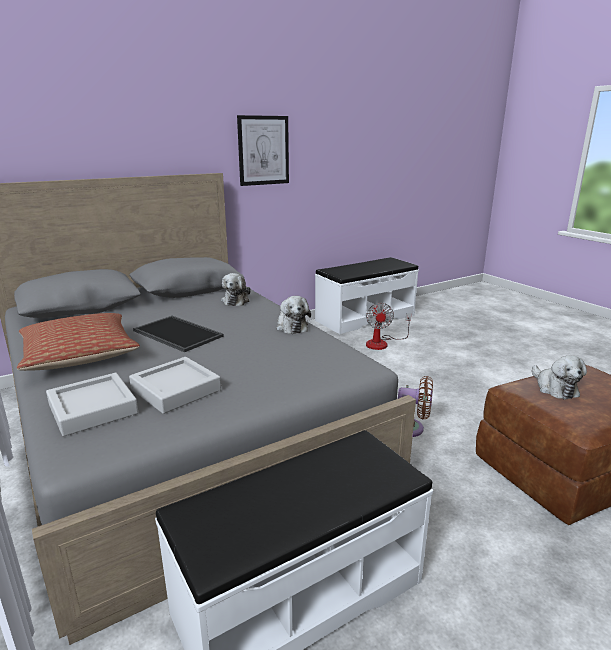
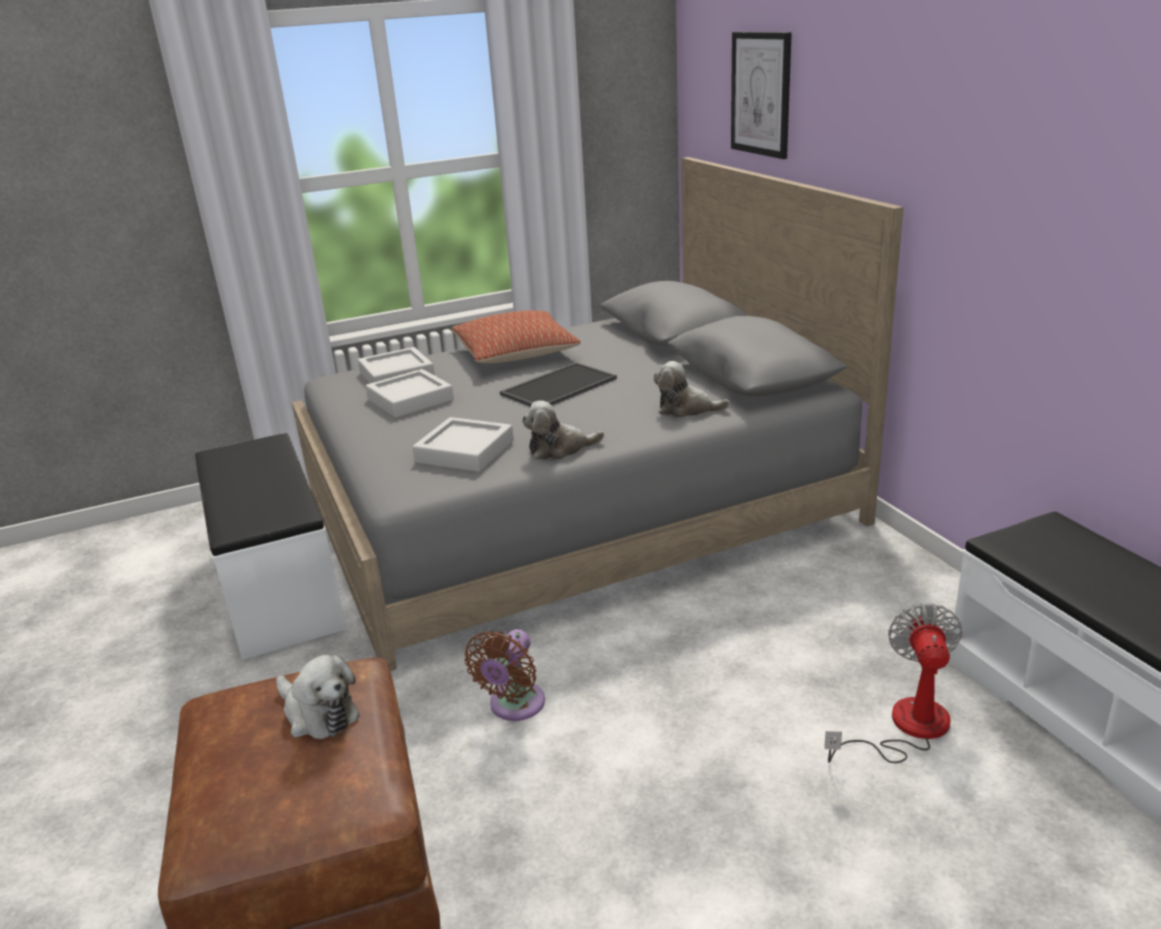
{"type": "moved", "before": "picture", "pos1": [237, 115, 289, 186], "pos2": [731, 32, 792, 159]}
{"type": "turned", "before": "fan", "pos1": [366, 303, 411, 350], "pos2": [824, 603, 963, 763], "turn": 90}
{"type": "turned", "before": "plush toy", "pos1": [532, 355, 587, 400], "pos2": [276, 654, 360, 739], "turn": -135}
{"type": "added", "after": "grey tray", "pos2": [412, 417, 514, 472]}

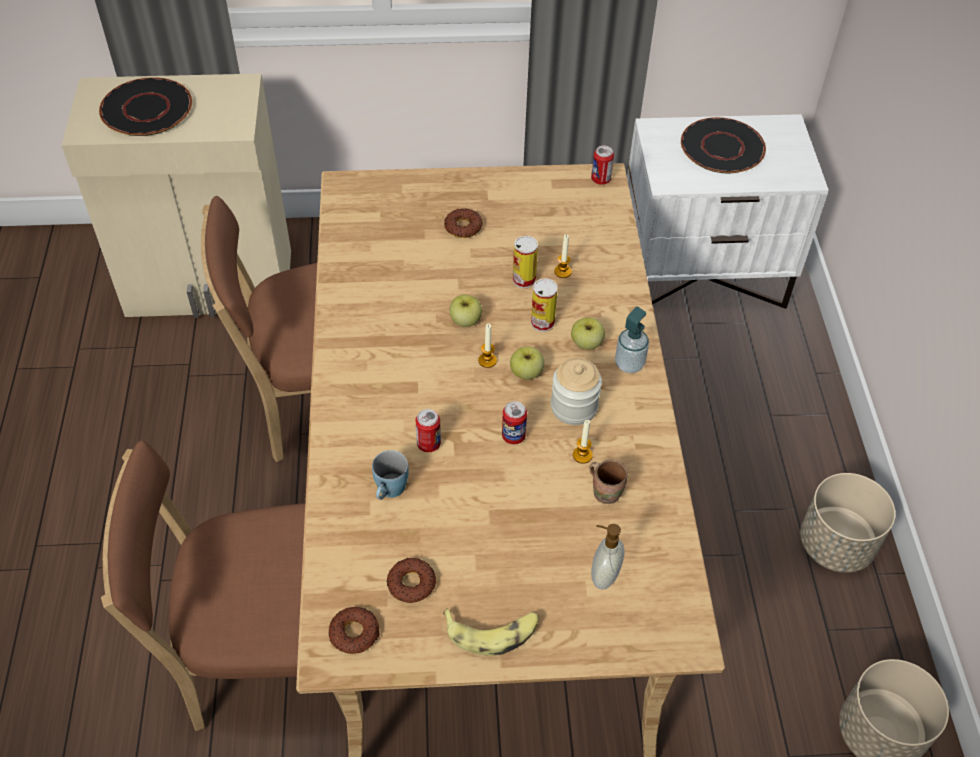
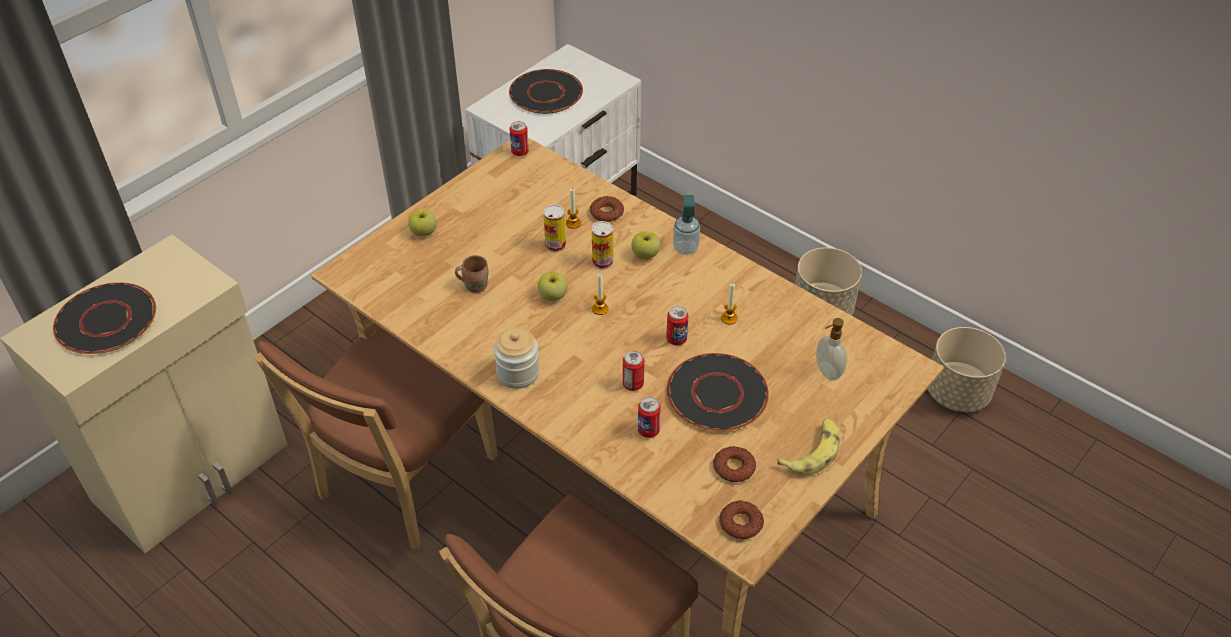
{"type": "replaced", "before": "blue mug", "after": "can", "pos1": [372, 450, 409, 500], "pos2": [638, 397, 661, 438]}
{"type": "moved", "before": "donut", "pos1": [444, 208, 482, 238], "pos2": [590, 196, 624, 222]}
{"type": "moved", "before": "apple", "pos1": [510, 346, 544, 380], "pos2": [409, 209, 437, 236]}
{"type": "moved", "before": "jar", "pos1": [551, 358, 602, 425], "pos2": [494, 327, 539, 389]}
{"type": "moved", "before": "brown mug", "pos1": [589, 460, 628, 504], "pos2": [455, 255, 488, 293]}
{"type": "added", "after": "black plate", "pos2": [667, 353, 769, 431]}

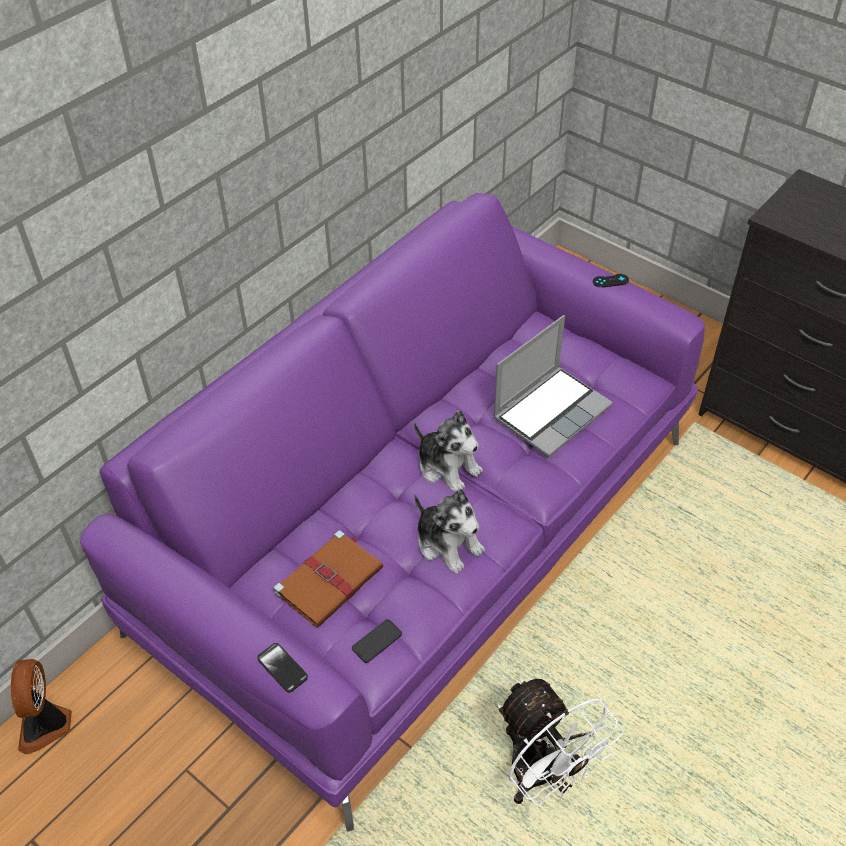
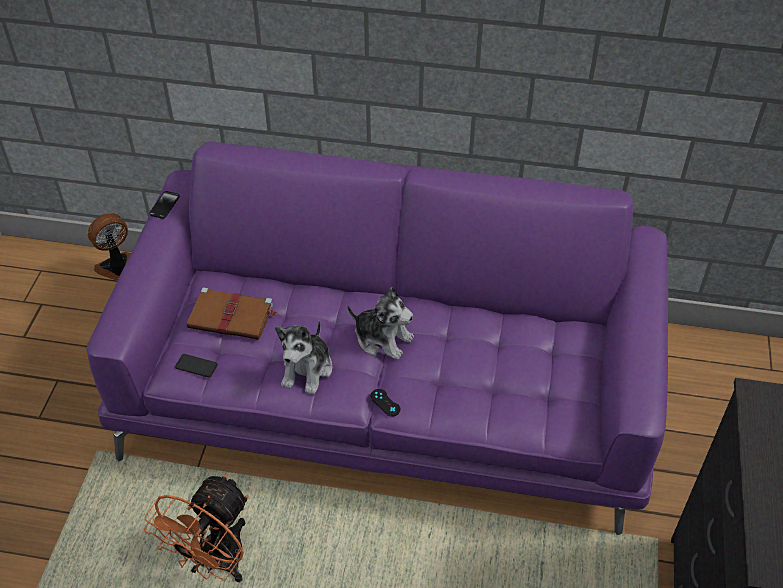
{"type": "moved", "before": "phone", "pos1": [257, 643, 308, 692], "pos2": [149, 191, 180, 219]}
{"type": "turned", "before": "plush toy", "pos1": [414, 410, 483, 492], "pos2": [347, 287, 414, 360], "turn": -75}
{"type": "removed", "before": "laptop", "pos1": [493, 315, 613, 457]}
{"type": "recoloured", "before": "white fan", "after": "orange fan", "pos1": [497, 678, 624, 806], "pos2": [144, 474, 249, 582]}
{"type": "moved", "before": "black game controller", "pos1": [593, 274, 629, 288], "pos2": [371, 389, 400, 417]}

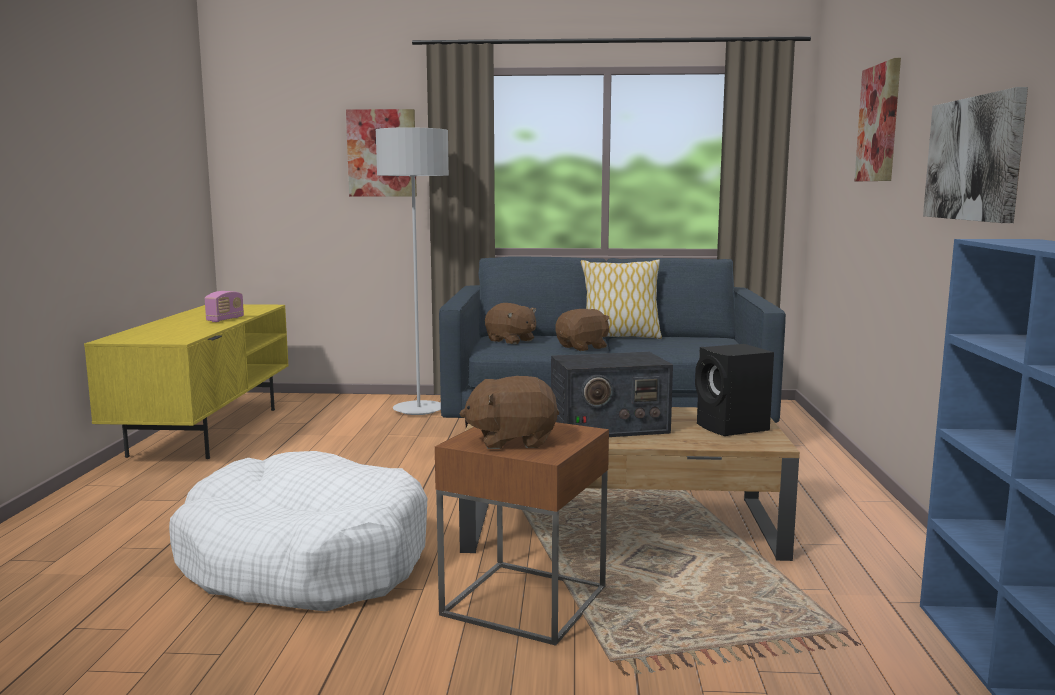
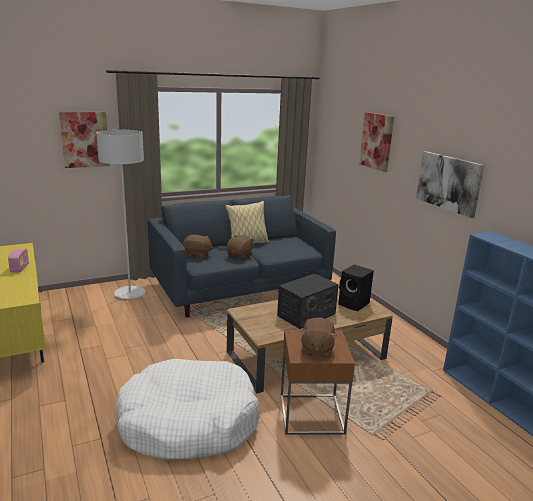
{"type": "turned", "before": "brown plush toy", "pos1": [460, 376, 559, 449], "pos2": [300, 317, 337, 358], "turn": -45}

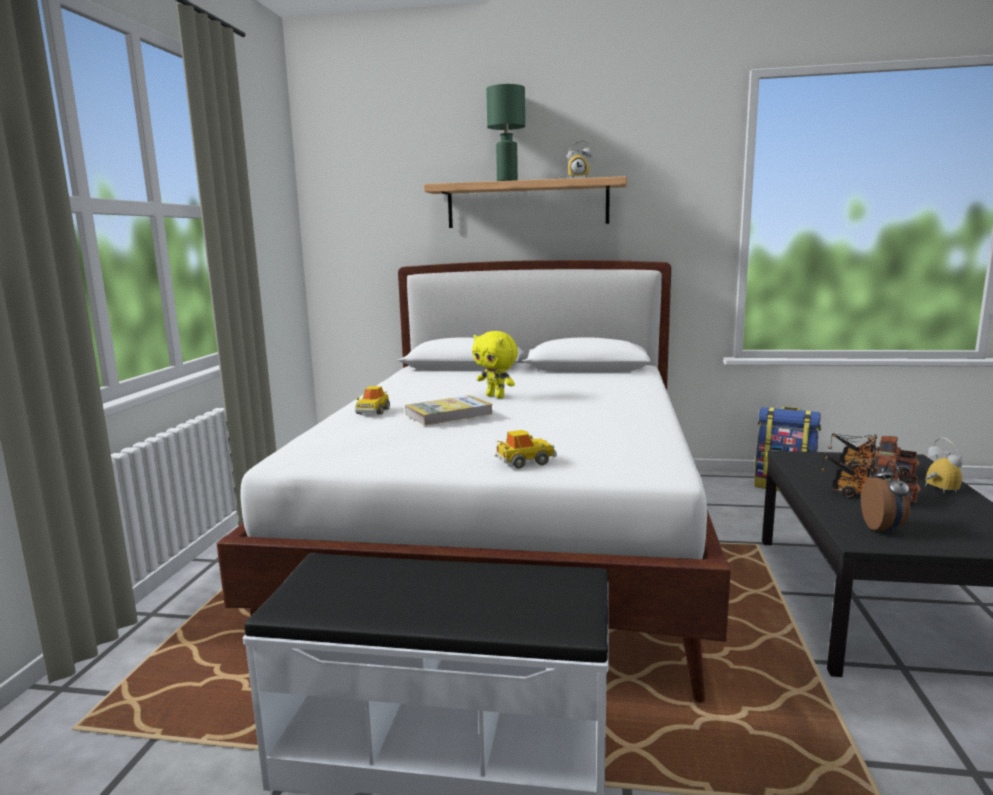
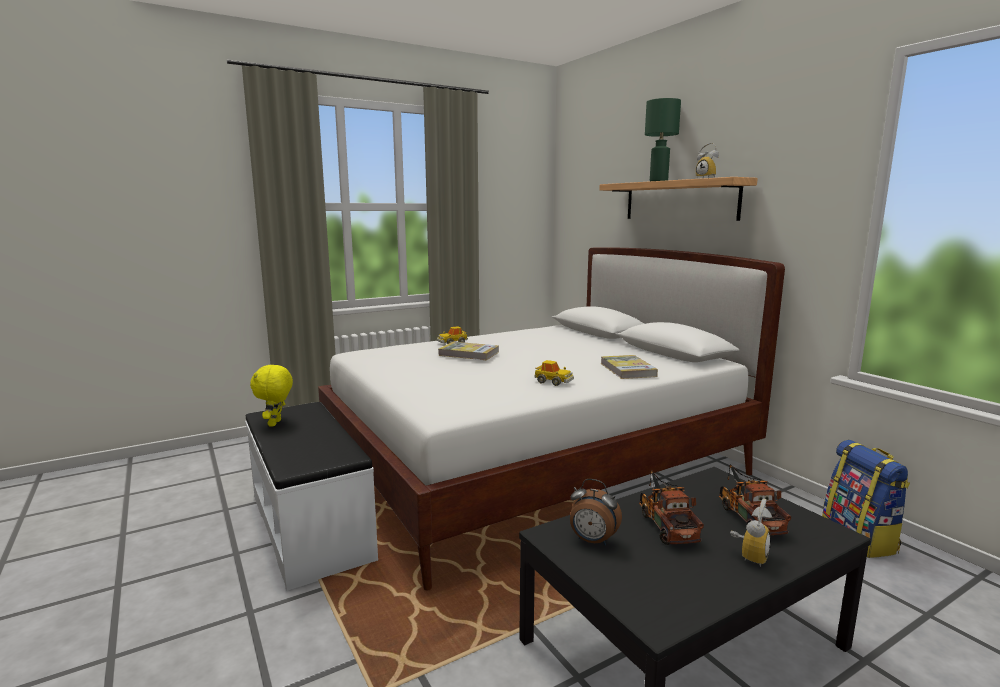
{"type": "moved", "before": "yellow plush toy", "pos1": [472, 331, 518, 398], "pos2": [250, 364, 293, 427]}
{"type": "moved", "before": "toy car", "pos1": [495, 430, 557, 469], "pos2": [534, 360, 574, 386]}
{"type": "turned", "before": "alarm clock", "pos1": [861, 461, 910, 534], "pos2": [570, 479, 622, 546], "turn": 60}
{"type": "added", "after": "book", "pos2": [601, 355, 658, 379]}

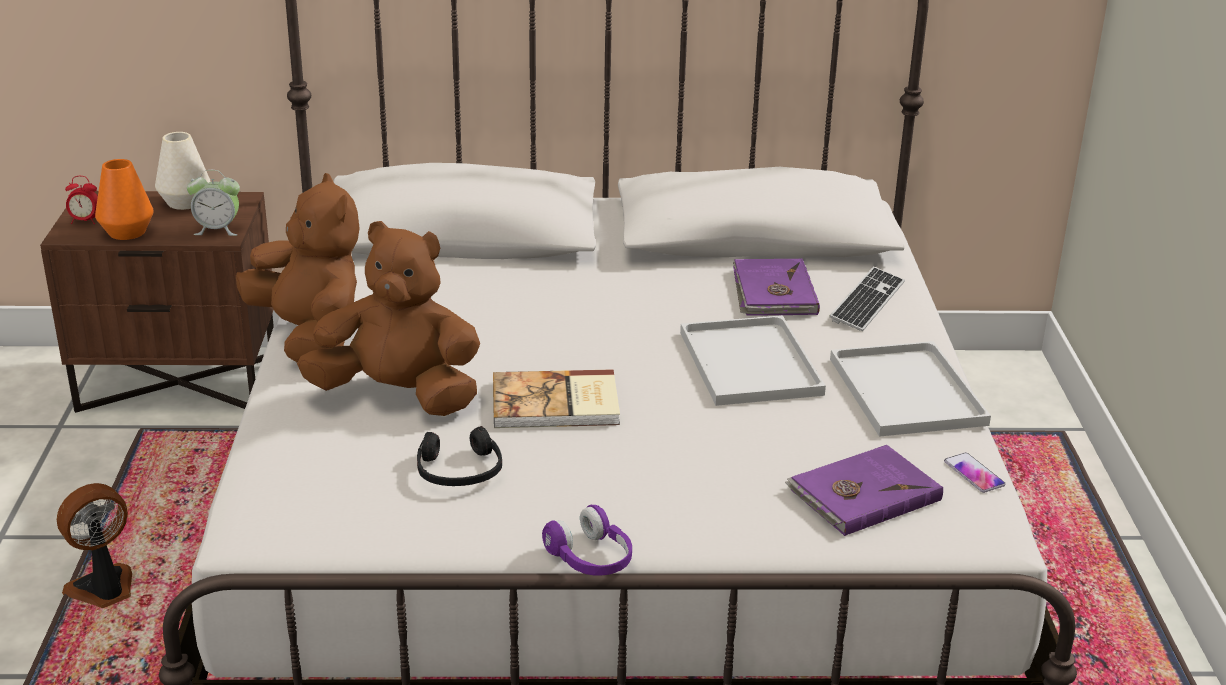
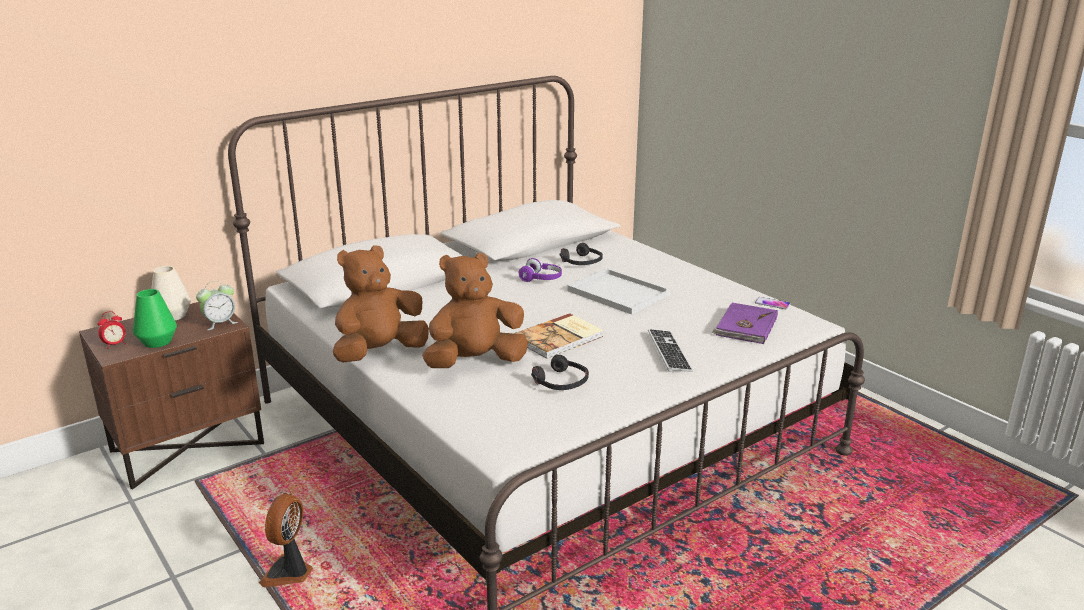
{"type": "recoloured", "before": "orange vase", "after": "green vase", "pos1": [95, 159, 154, 240], "pos2": [133, 289, 177, 348]}
{"type": "turned", "before": "brown plush toy", "pos1": [236, 173, 360, 363], "pos2": [333, 245, 429, 362], "turn": -60}
{"type": "moved", "before": "purple headphones", "pos1": [542, 505, 632, 576], "pos2": [519, 258, 562, 282]}
{"type": "replaced", "before": "purple book", "after": "black headphones", "pos1": [733, 258, 820, 316], "pos2": [560, 243, 603, 265]}
{"type": "moved", "before": "keyboard", "pos1": [829, 267, 905, 331], "pos2": [648, 329, 693, 372]}
{"type": "removed", "before": "white tray", "pos1": [830, 341, 991, 437]}

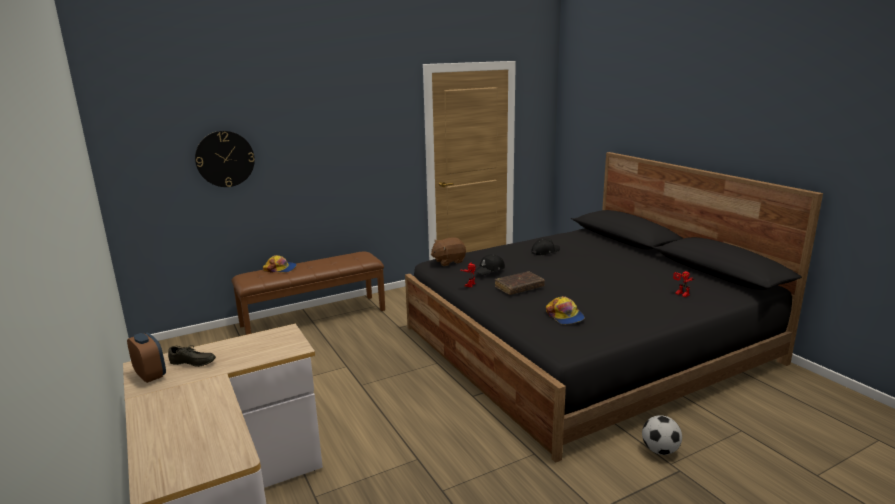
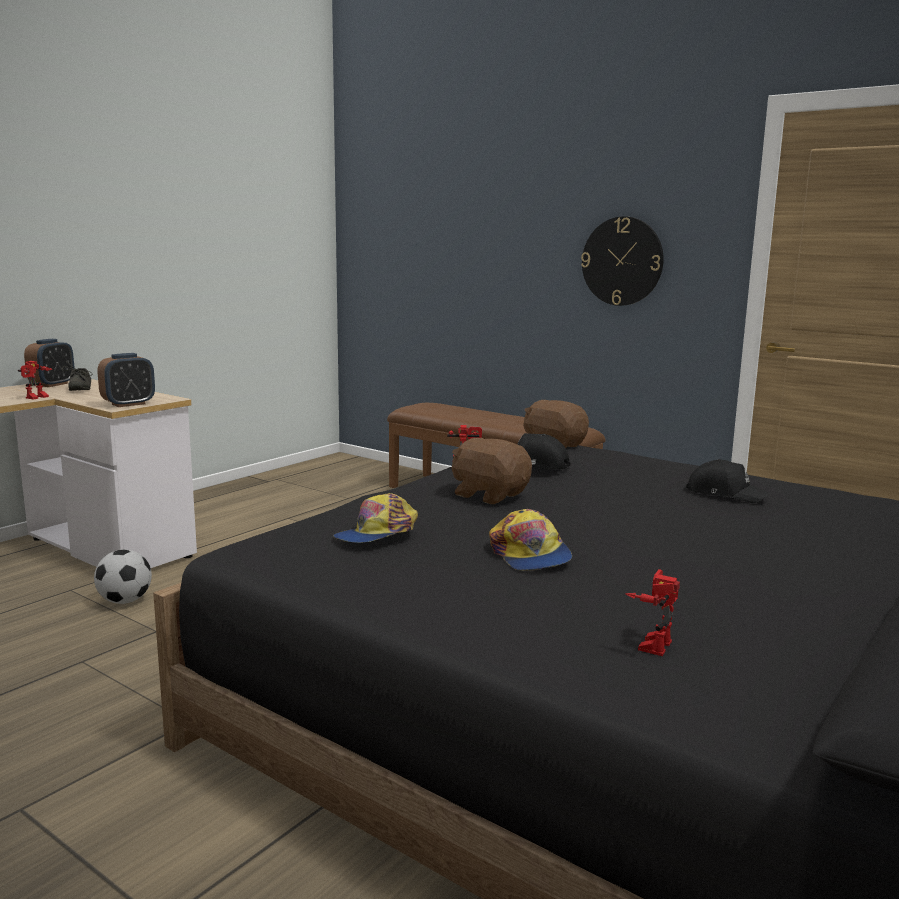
{"type": "moved", "before": "wall clock", "pos1": [195, 131, 255, 187], "pos2": [581, 216, 664, 306]}
{"type": "moved", "before": "cap", "pos1": [263, 255, 296, 273], "pos2": [489, 509, 572, 571]}
{"type": "replaced", "before": "brown book", "after": "brown plush toy", "pos1": [495, 271, 545, 295], "pos2": [452, 438, 532, 504]}
{"type": "moved", "before": "football", "pos1": [642, 415, 682, 455], "pos2": [94, 549, 152, 604]}
{"type": "added", "after": "toy robot", "pos2": [18, 361, 52, 400]}
{"type": "added", "after": "alarm clock", "pos2": [97, 353, 155, 407]}

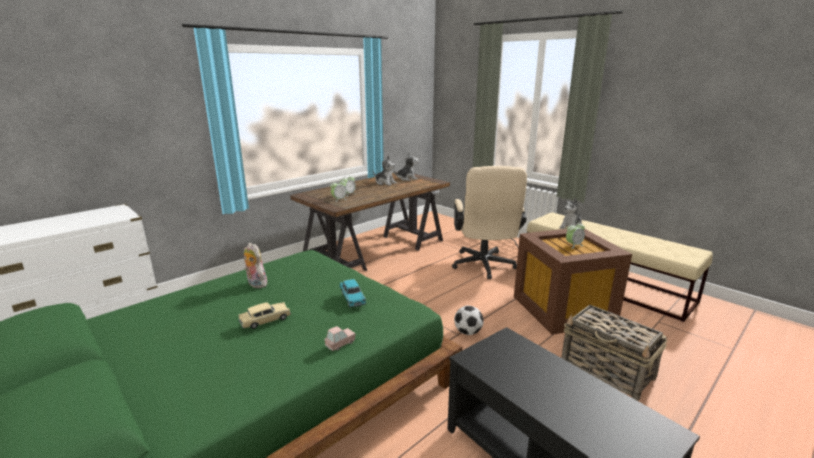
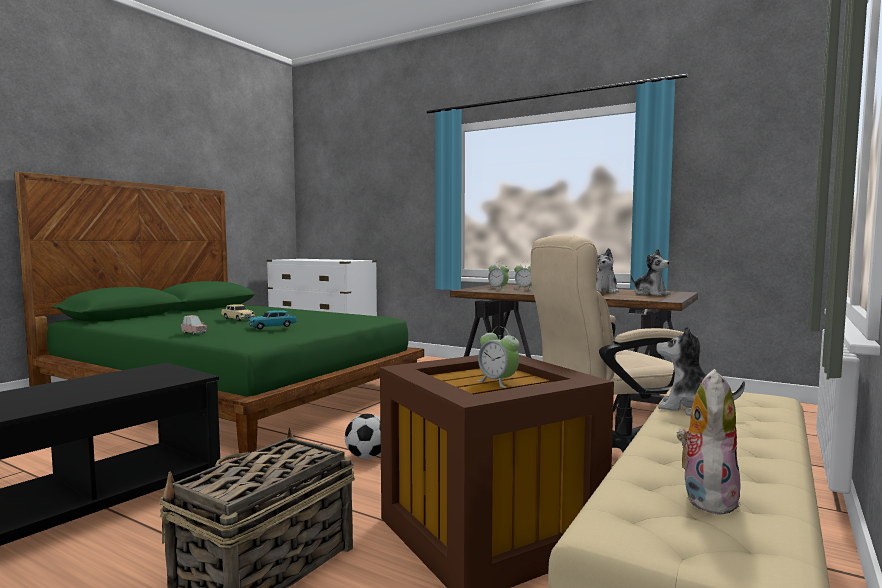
{"type": "moved", "before": "plush toy", "pos1": [244, 243, 267, 288], "pos2": [677, 369, 741, 516]}

